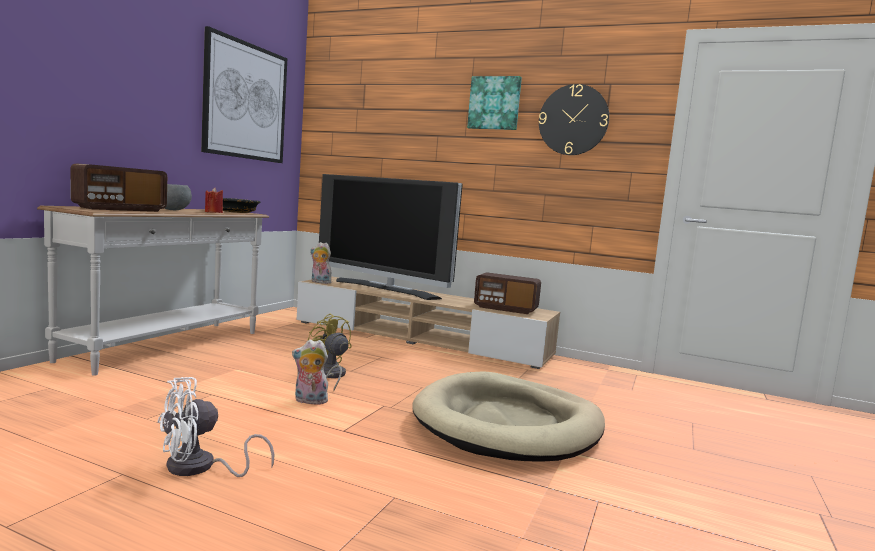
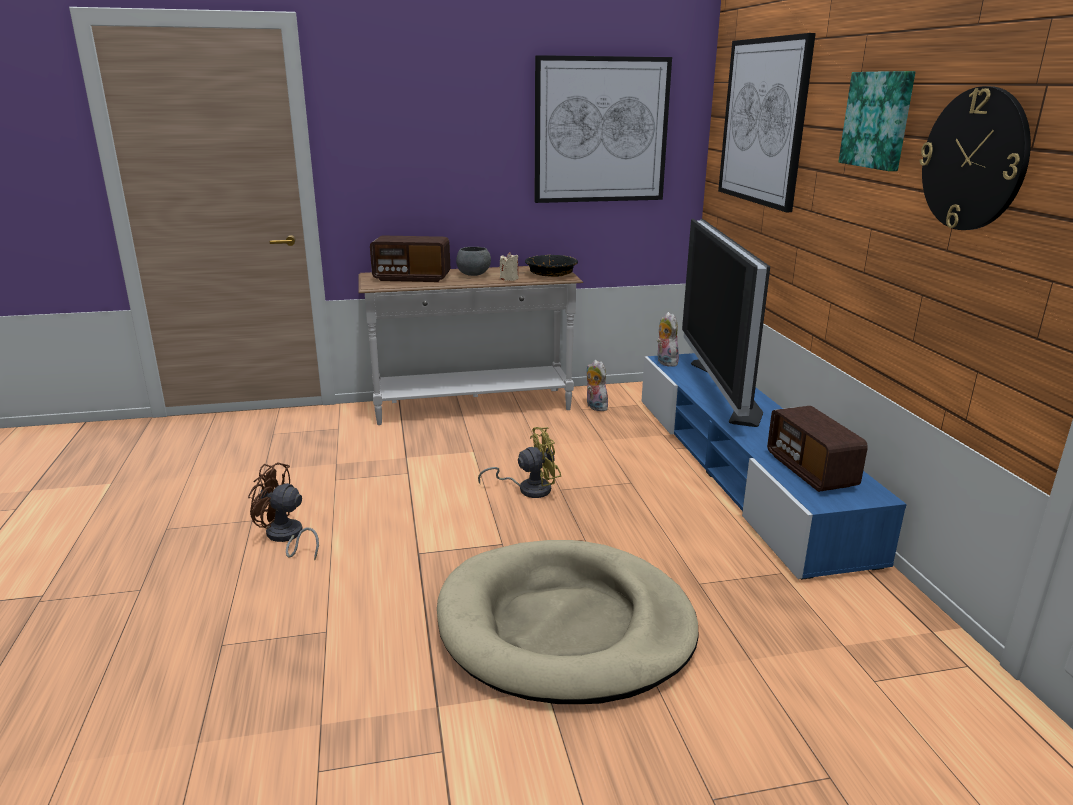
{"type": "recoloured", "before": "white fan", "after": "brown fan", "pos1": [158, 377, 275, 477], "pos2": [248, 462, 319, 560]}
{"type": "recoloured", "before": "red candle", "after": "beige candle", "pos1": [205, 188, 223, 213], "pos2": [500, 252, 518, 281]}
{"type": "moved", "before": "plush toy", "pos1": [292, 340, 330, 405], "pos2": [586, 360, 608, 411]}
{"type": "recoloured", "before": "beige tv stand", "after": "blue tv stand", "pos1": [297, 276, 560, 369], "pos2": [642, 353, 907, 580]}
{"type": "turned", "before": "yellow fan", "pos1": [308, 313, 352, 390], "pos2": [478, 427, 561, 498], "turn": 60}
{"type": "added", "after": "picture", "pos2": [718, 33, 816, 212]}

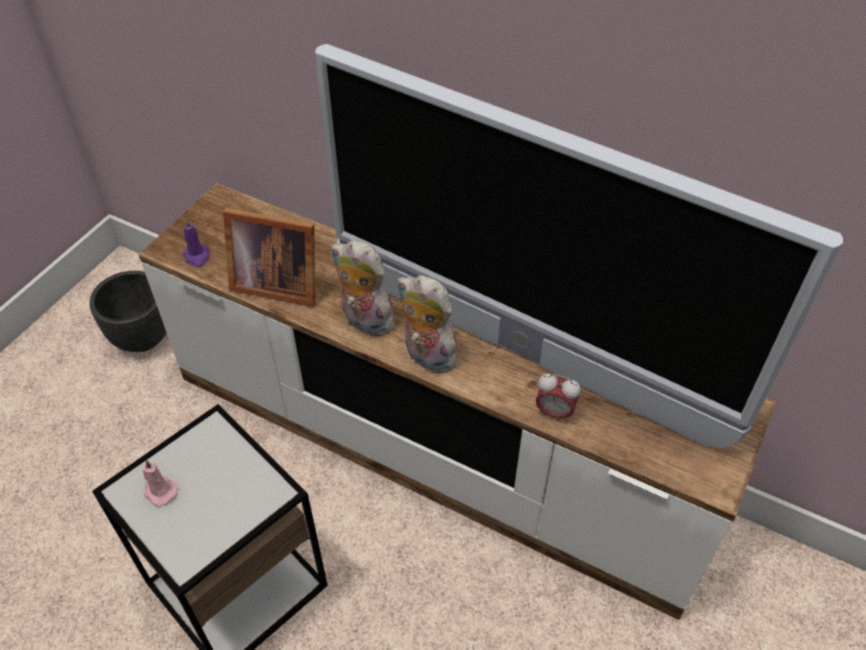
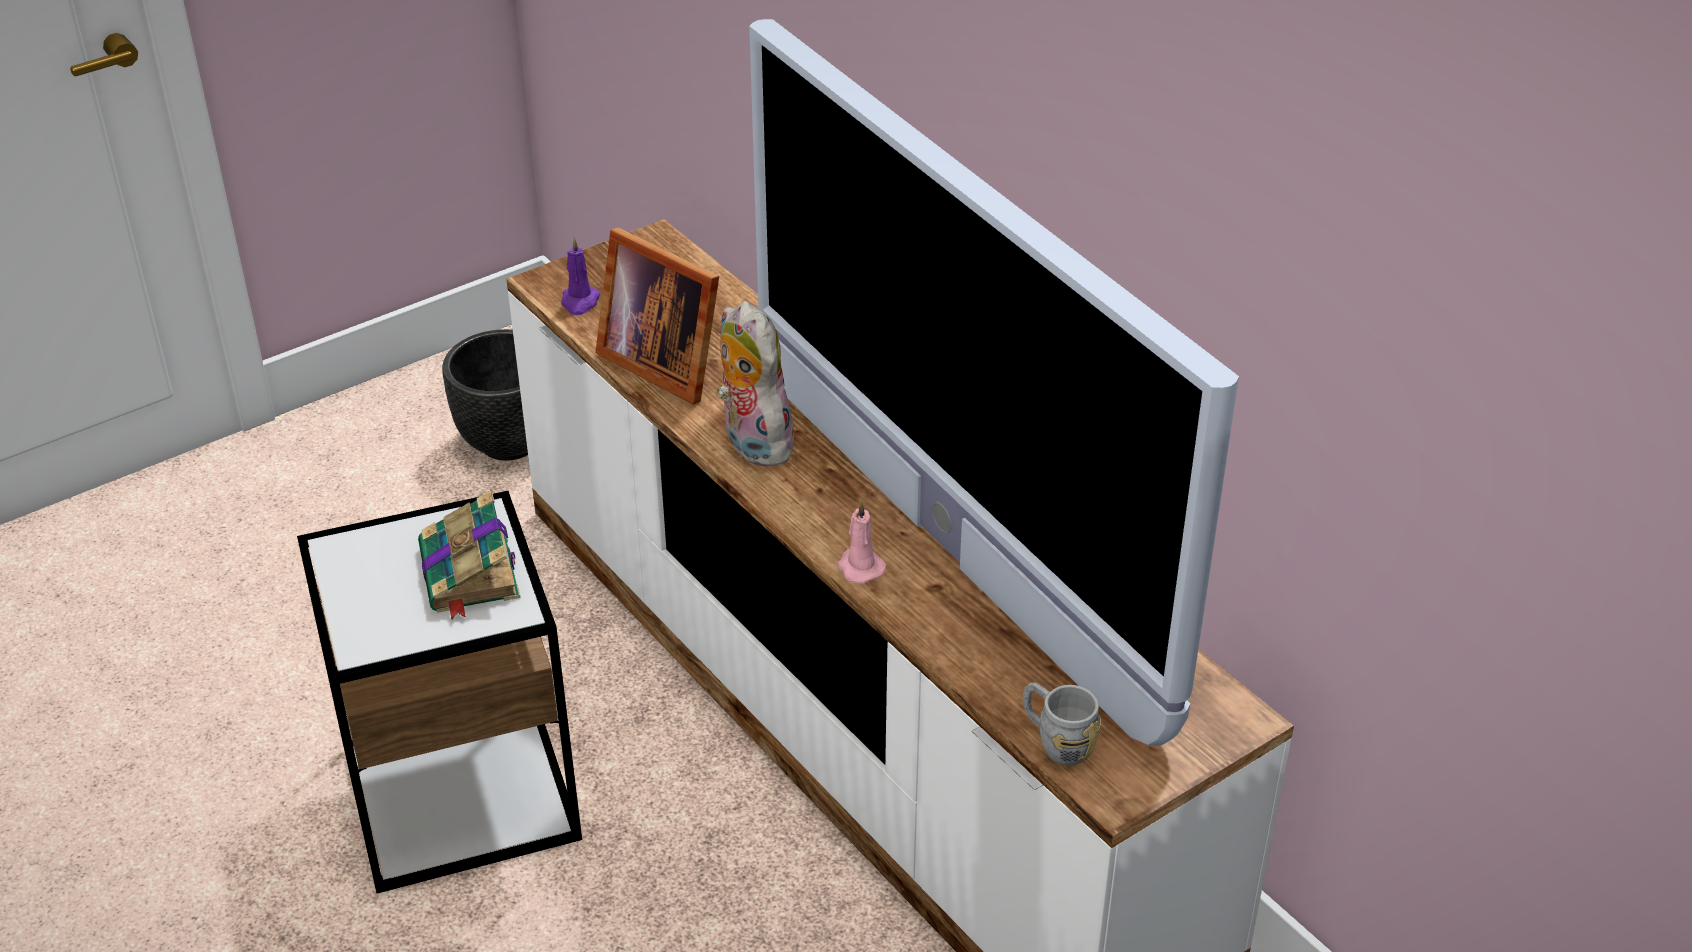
{"type": "moved", "before": "pink candle", "pos1": [143, 460, 178, 506], "pos2": [838, 500, 886, 584]}
{"type": "removed", "before": "plush toy", "pos1": [397, 275, 460, 373]}
{"type": "removed", "before": "alarm clock", "pos1": [535, 374, 581, 422]}
{"type": "added", "after": "book", "pos2": [418, 490, 521, 620]}
{"type": "added", "after": "grey mug", "pos2": [1023, 682, 1101, 765]}

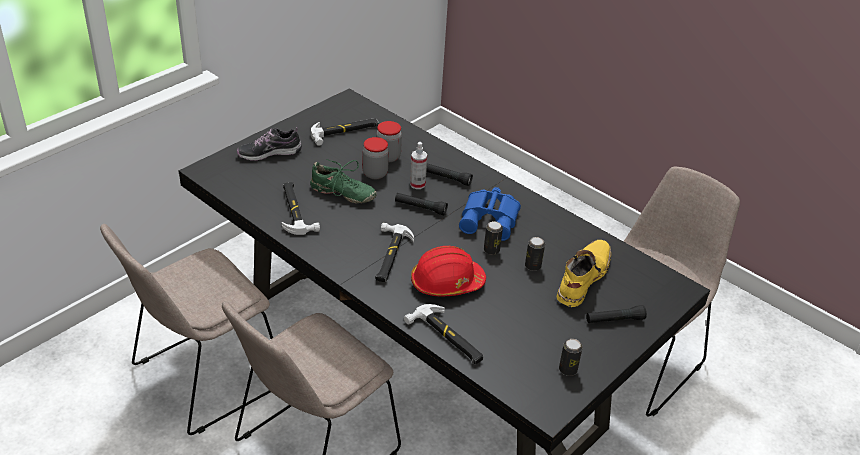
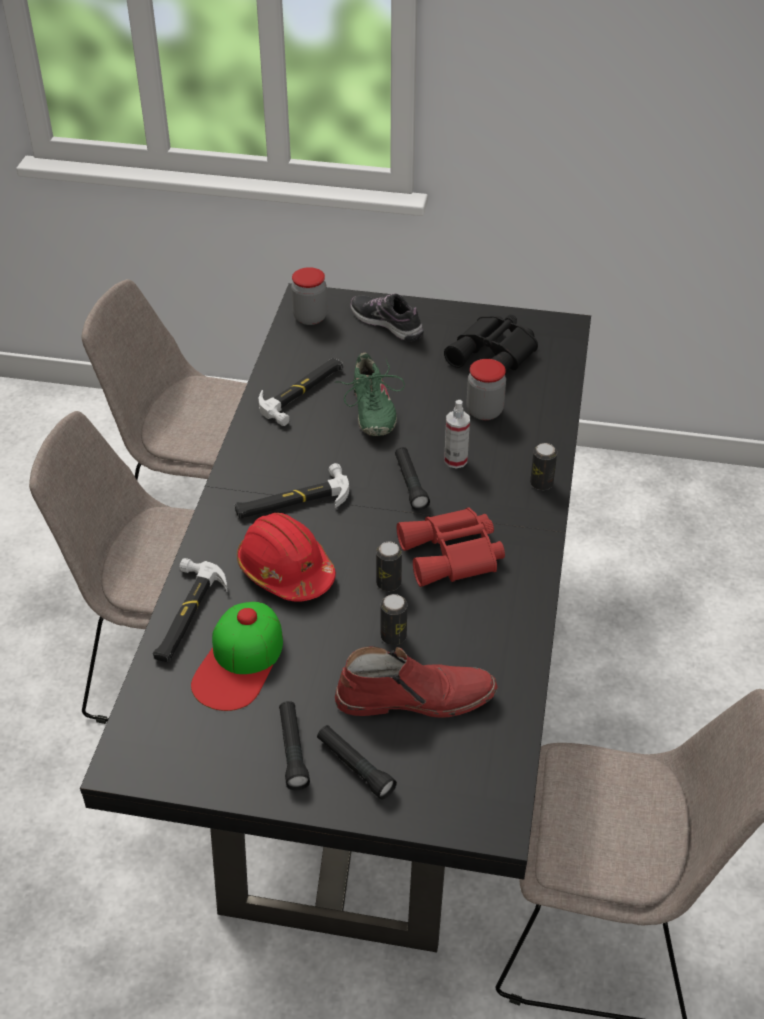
{"type": "replaced", "before": "hammer", "after": "black binoculars", "pos1": [311, 118, 379, 146], "pos2": [444, 315, 538, 375]}
{"type": "moved", "before": "jar", "pos1": [363, 137, 389, 179], "pos2": [291, 267, 327, 325]}
{"type": "moved", "before": "black flashlight", "pos1": [426, 163, 473, 186], "pos2": [279, 701, 310, 790]}
{"type": "recoloured", "before": "blue binoculars", "after": "red binoculars", "pos1": [459, 187, 521, 241], "pos2": [397, 508, 505, 587]}
{"type": "recoloured", "before": "yellow boot", "after": "red boot", "pos1": [557, 240, 611, 307], "pos2": [335, 646, 498, 718]}
{"type": "moved", "before": "can", "pos1": [559, 339, 583, 376], "pos2": [530, 443, 557, 490]}
{"type": "added", "after": "cap", "pos2": [191, 602, 283, 711]}

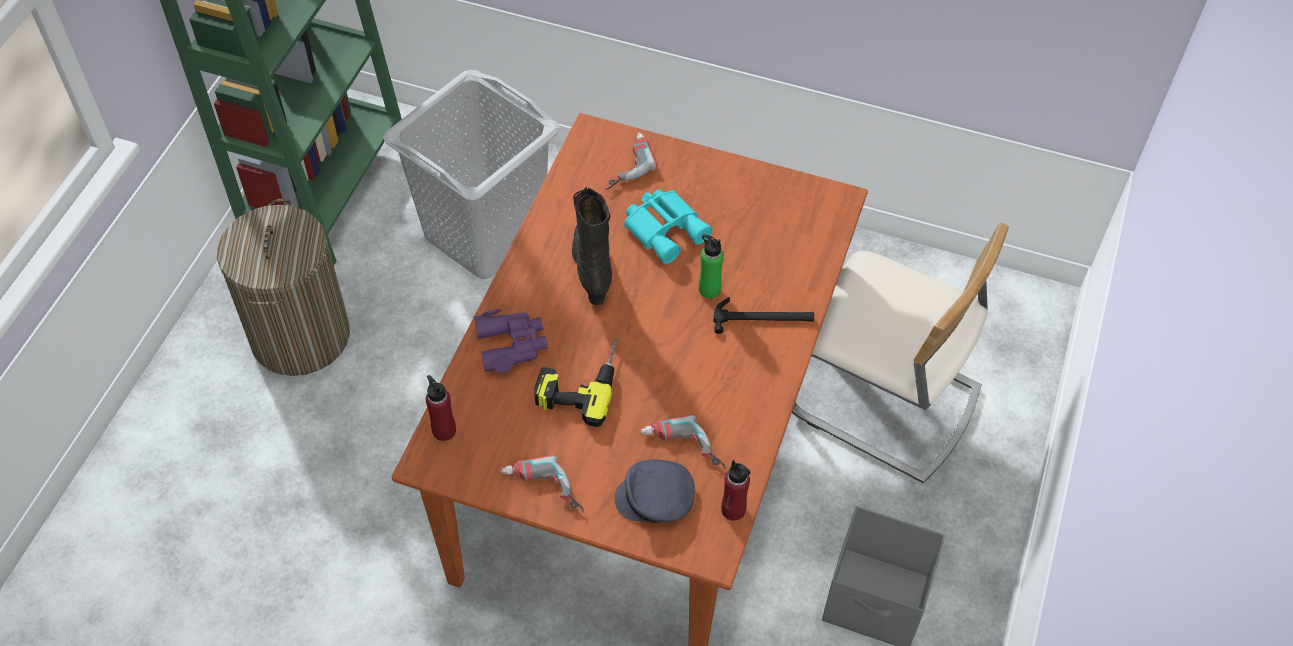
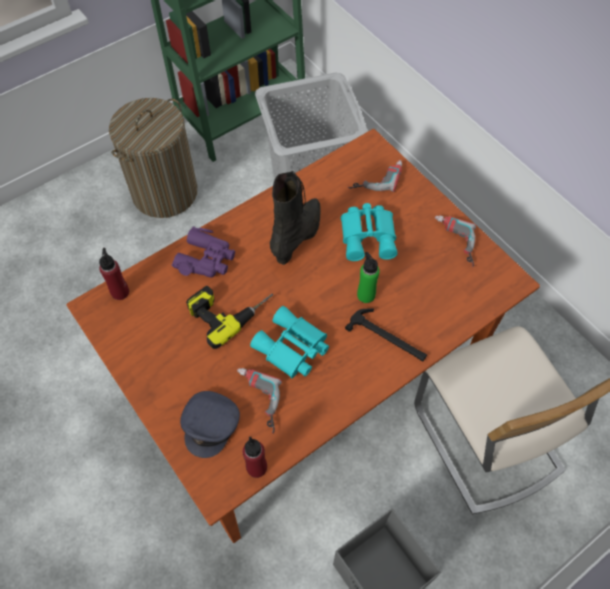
{"type": "moved", "before": "power drill", "pos1": [501, 455, 584, 513], "pos2": [435, 215, 476, 267]}
{"type": "turned", "before": "grey cap", "pos1": [614, 460, 695, 524], "pos2": [180, 391, 240, 458], "turn": -105}
{"type": "added", "after": "turquoise binoculars", "pos2": [250, 306, 329, 378]}

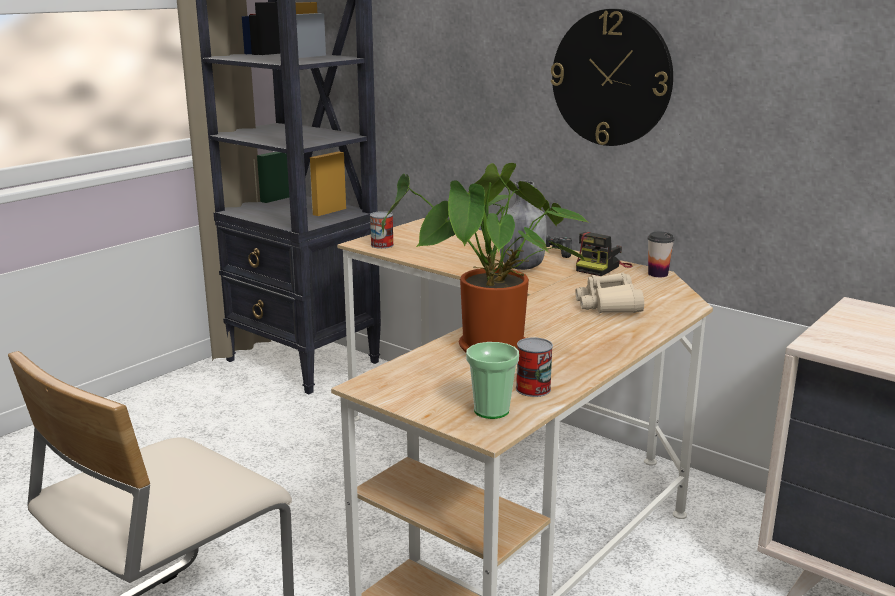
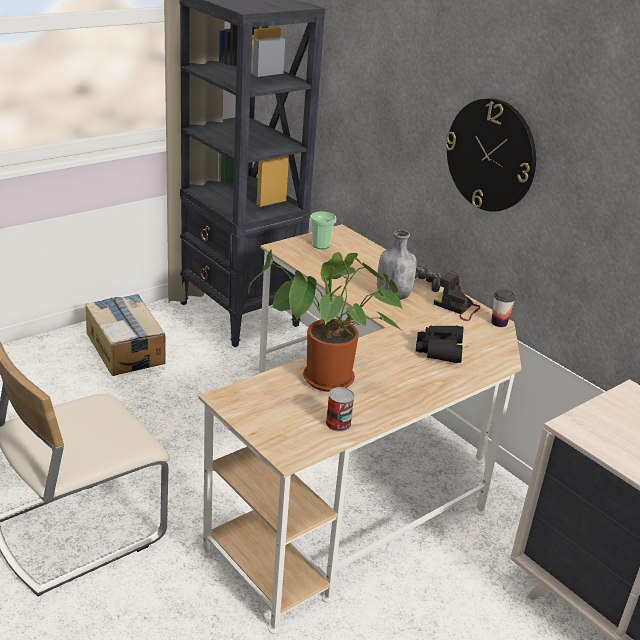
{"type": "removed", "before": "can", "pos1": [370, 211, 394, 249]}
{"type": "moved", "before": "cup", "pos1": [466, 342, 519, 419], "pos2": [310, 212, 336, 249]}
{"type": "recoloured", "before": "beige binoculars", "after": "black binoculars", "pos1": [575, 273, 644, 313], "pos2": [416, 325, 463, 363]}
{"type": "turned", "before": "photo camera", "pos1": [576, 232, 633, 276], "pos2": [434, 271, 480, 321], "turn": 75}
{"type": "added", "after": "cardboard box", "pos2": [86, 294, 166, 376]}

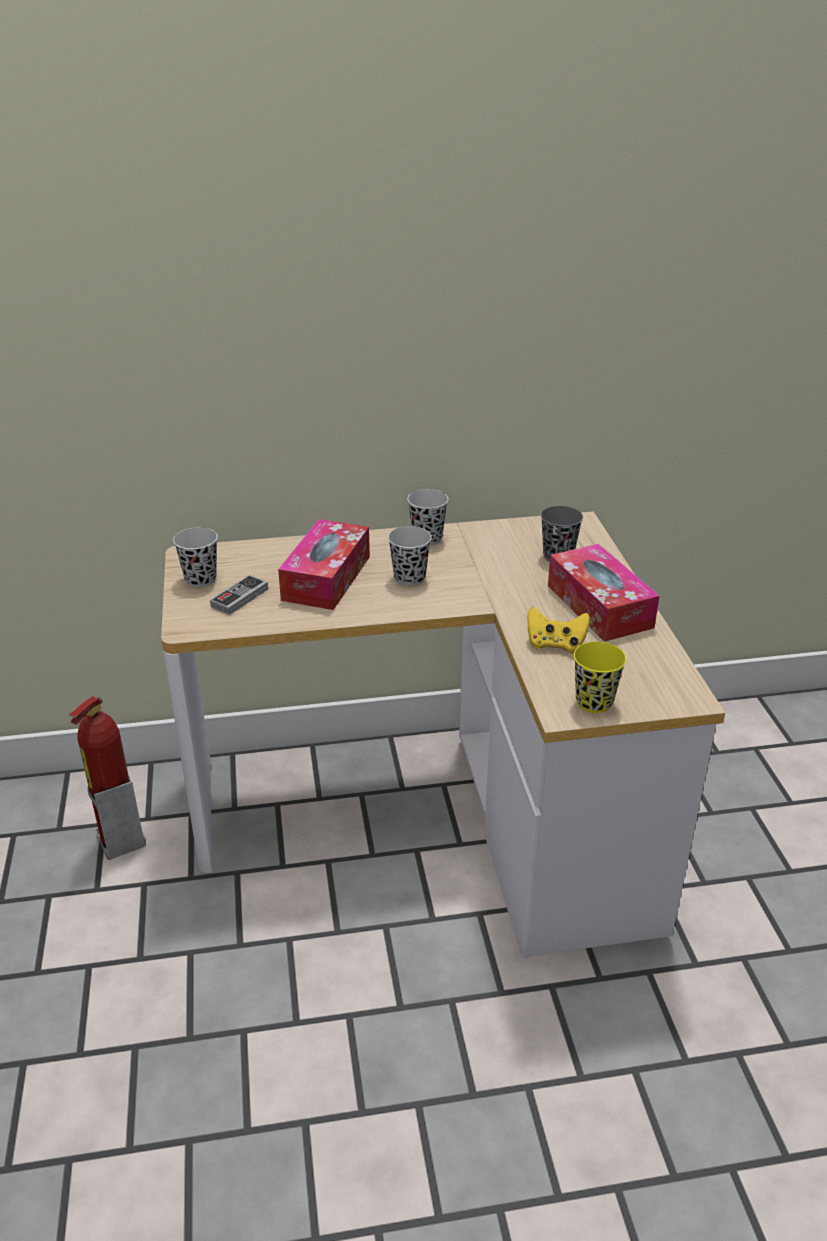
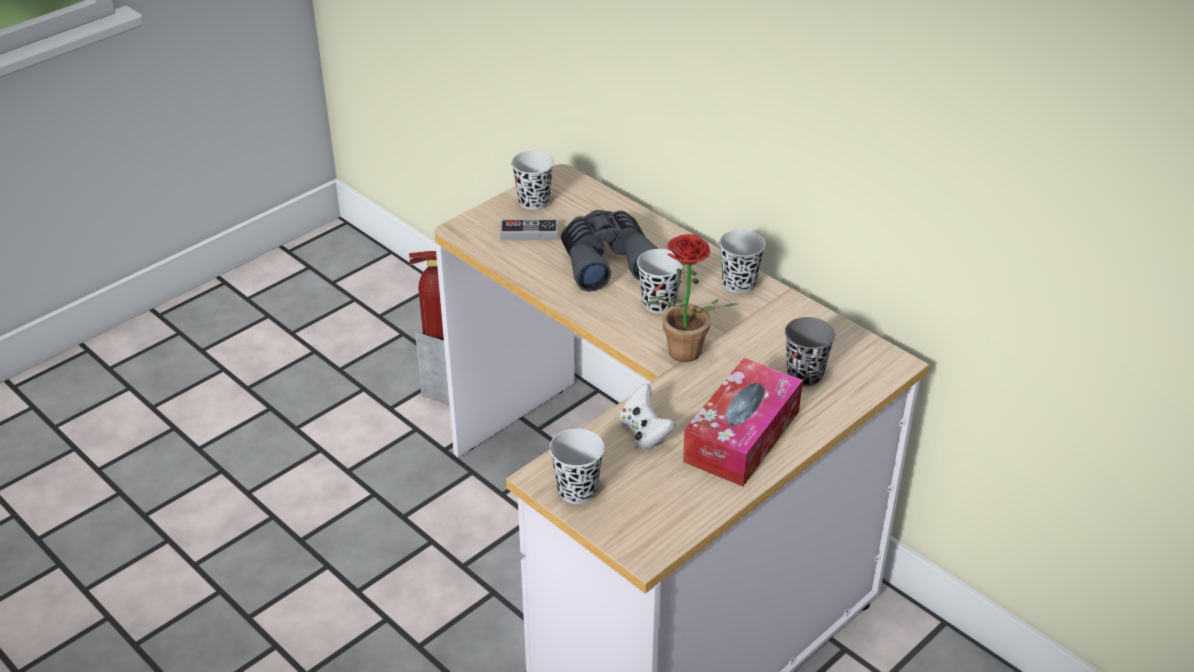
{"type": "replaced", "before": "tissue box", "after": "grey binoculars", "pos1": [278, 519, 370, 610], "pos2": [561, 210, 658, 292]}
{"type": "recoloured", "before": "yellow game controller", "after": "white game controller", "pos1": [528, 606, 590, 653], "pos2": [620, 384, 676, 450]}
{"type": "recoloured", "before": "yellow cup", "after": "black cup", "pos1": [574, 642, 626, 713], "pos2": [549, 428, 605, 504]}
{"type": "added", "after": "potted plant", "pos2": [646, 234, 738, 362]}

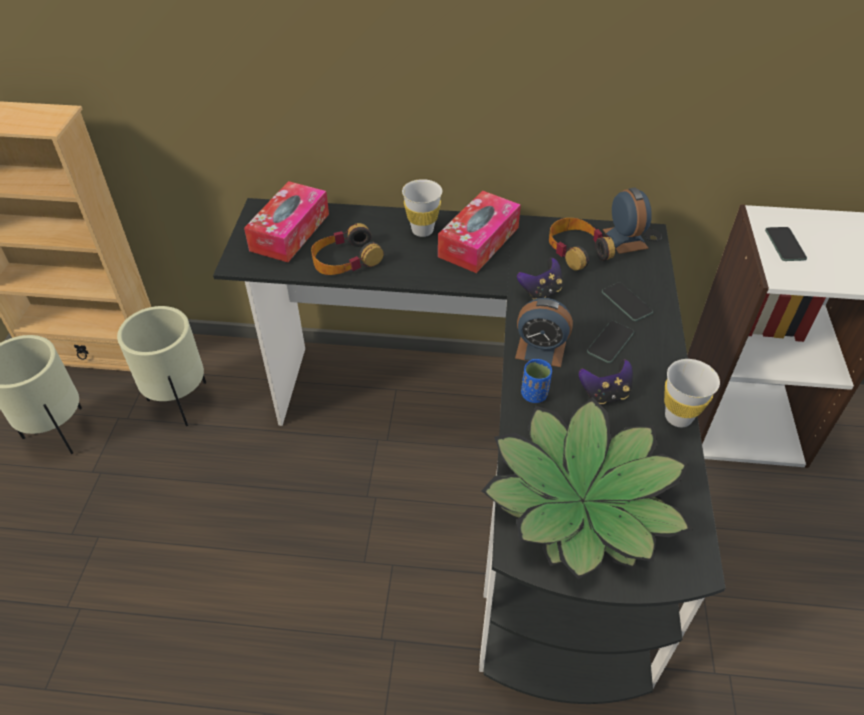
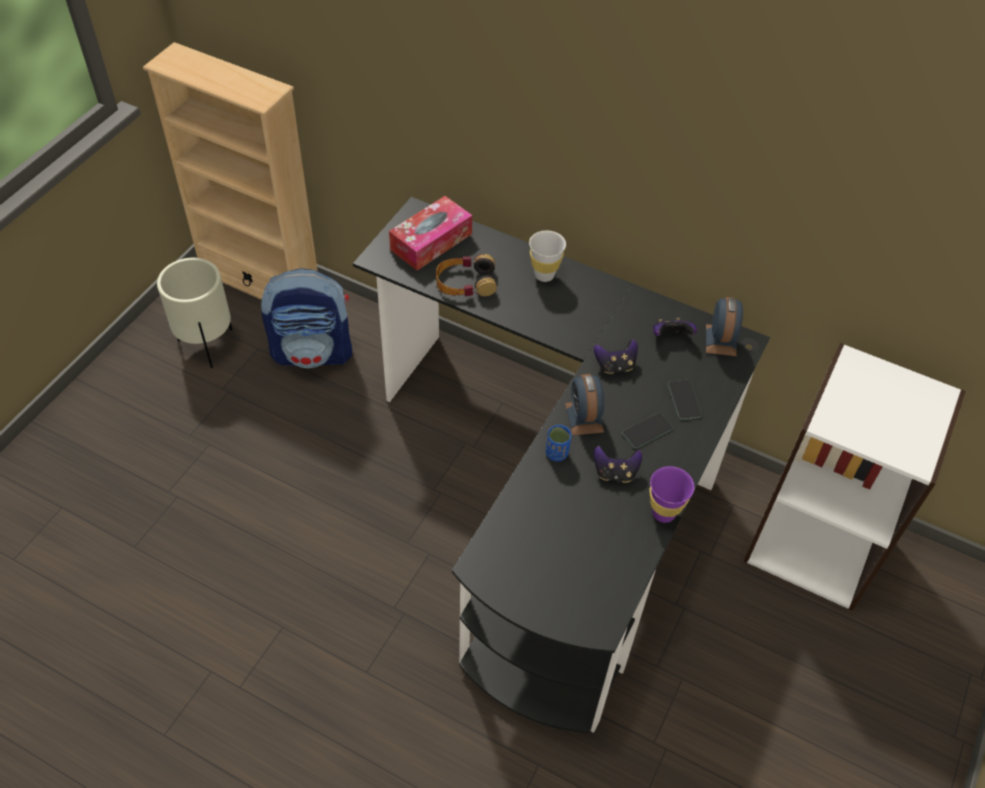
{"type": "replaced", "before": "beige planter", "after": "backpack", "pos1": [117, 306, 206, 426], "pos2": [261, 268, 352, 368]}
{"type": "removed", "before": "tissue box", "pos1": [438, 190, 521, 273]}
{"type": "removed", "before": "potted plant", "pos1": [481, 397, 693, 579]}
{"type": "turned", "before": "alarm clock", "pos1": [515, 298, 573, 367], "pos2": [565, 374, 604, 436], "turn": 45}
{"type": "replaced", "before": "headphones", "after": "game controller", "pos1": [549, 218, 615, 271], "pos2": [653, 318, 697, 336]}
{"type": "recoloured", "before": "white cup", "after": "purple cup", "pos1": [664, 359, 720, 427], "pos2": [650, 466, 694, 523]}
{"type": "removed", "before": "phone", "pos1": [765, 227, 807, 261]}

